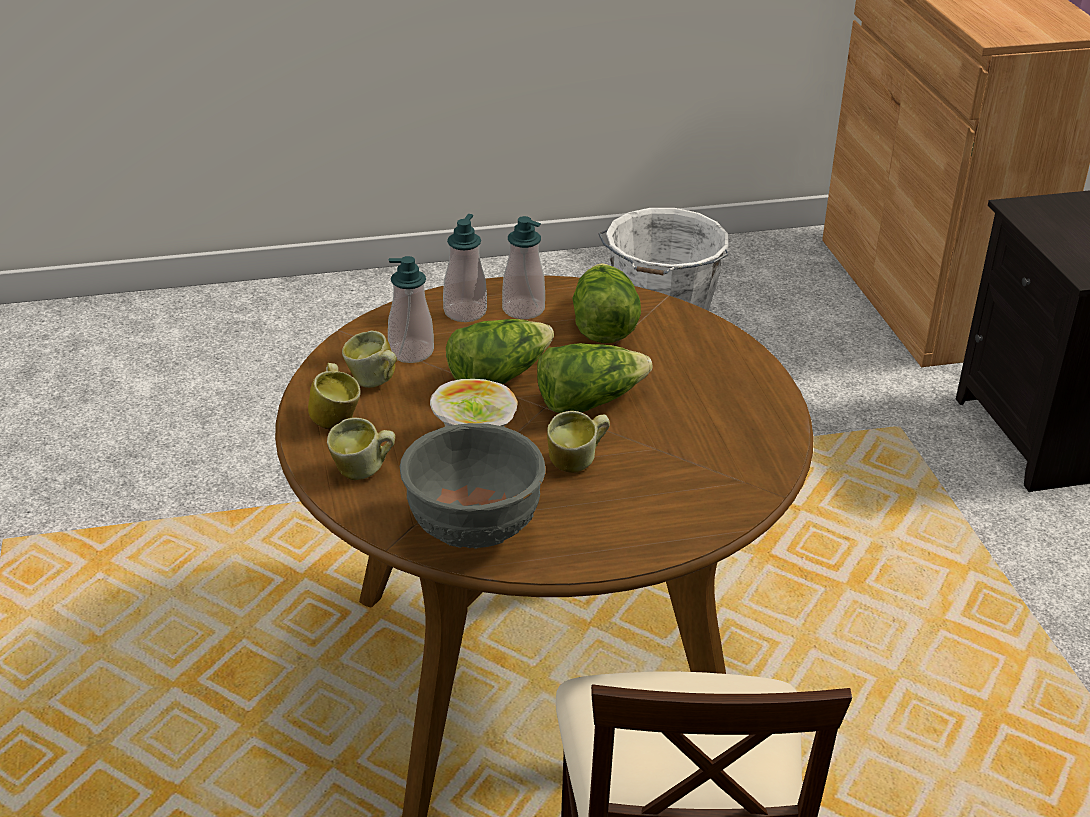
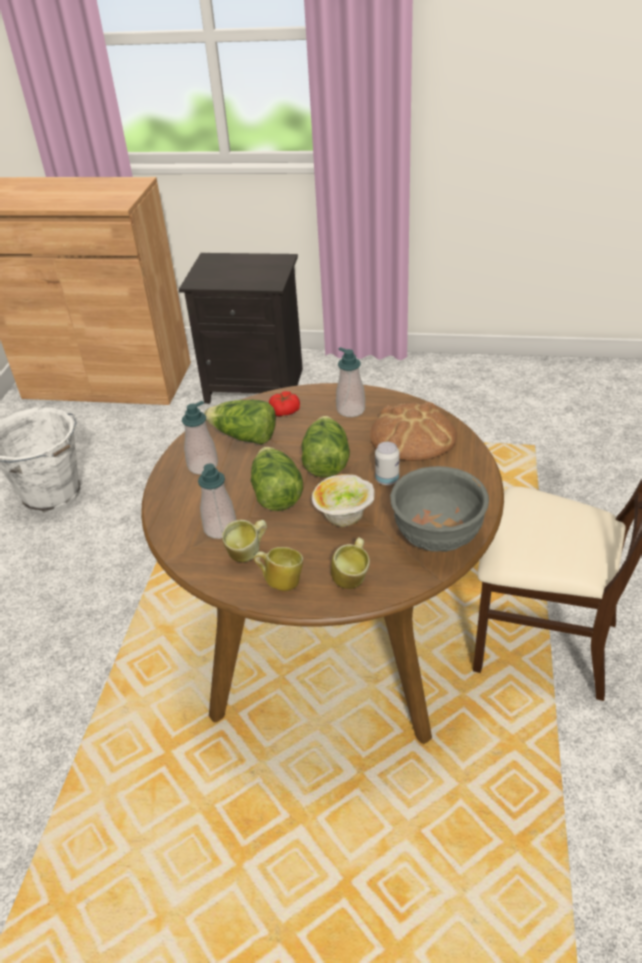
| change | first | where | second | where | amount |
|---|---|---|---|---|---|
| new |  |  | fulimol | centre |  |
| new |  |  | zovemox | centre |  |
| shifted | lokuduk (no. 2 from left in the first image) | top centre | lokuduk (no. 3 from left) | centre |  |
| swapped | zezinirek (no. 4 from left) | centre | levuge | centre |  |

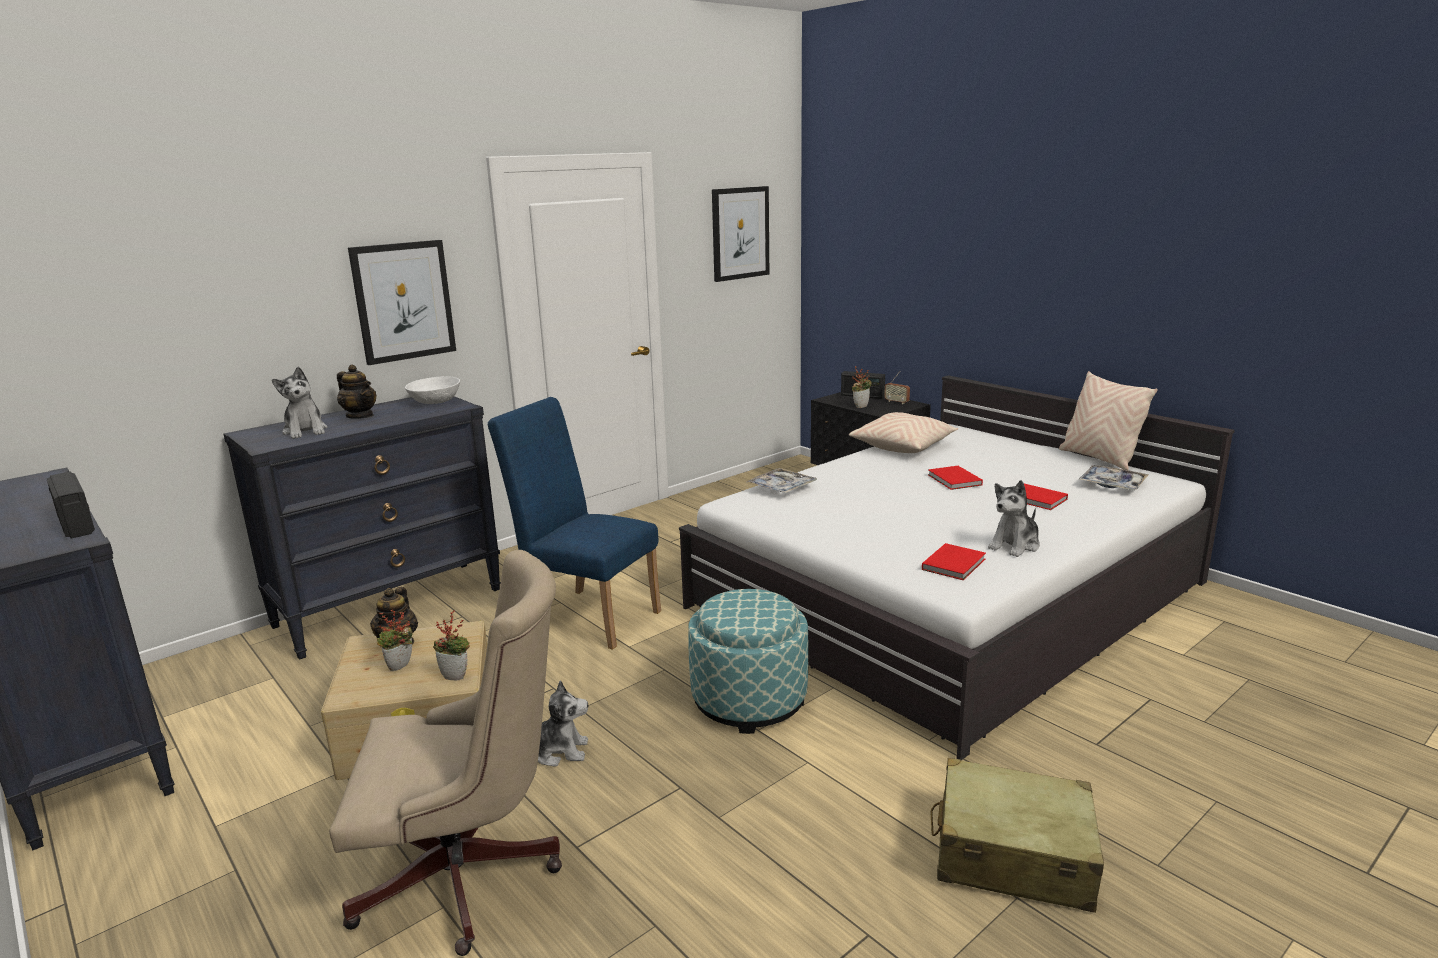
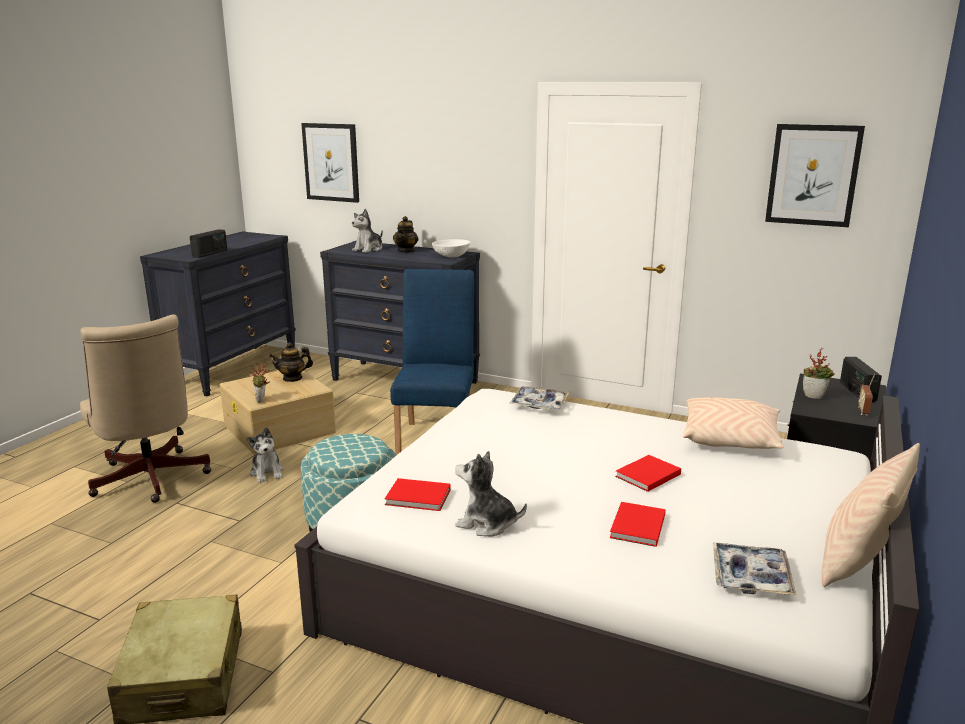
| change | first | where | second | where | amount |
|---|---|---|---|---|---|
| gone | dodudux (no. 1 from left) | bottom left |  |  |  |
| shifted | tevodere (no. 1 from left) | top left |  | top centre |  |

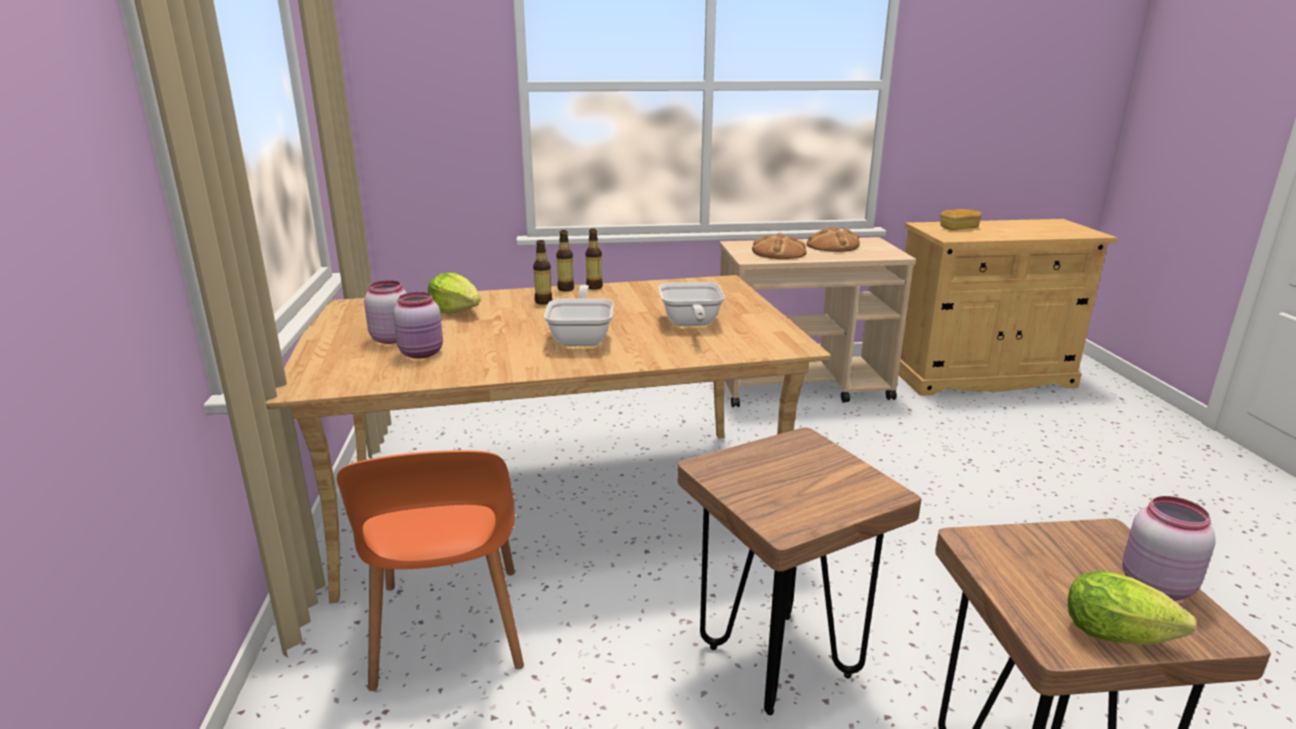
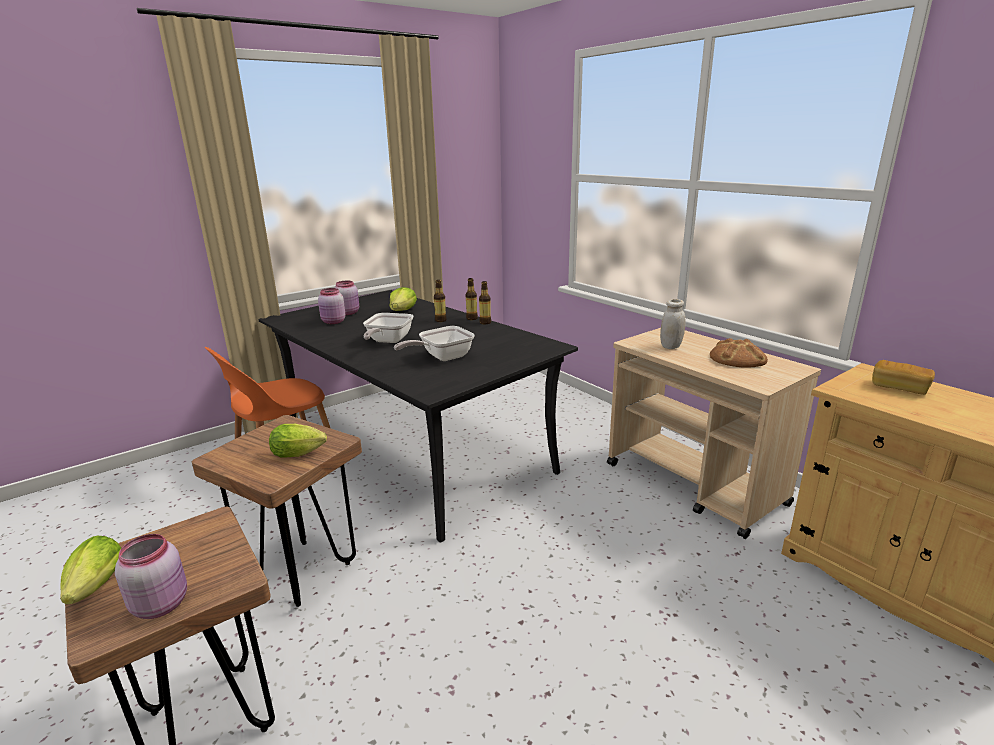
| change | first | where | second | where | amount |
|---|---|---|---|---|---|
| new |  |  | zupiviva (no. 2 from left) | middle left |  |
| swapped | zovemox (no. 1 from left) | centre | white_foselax | middle right |  |
| repainted | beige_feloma | centre | black_feloma | centre |  |
| rotated | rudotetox (no. 1 from left) | centre |  | centre | 135 degrees clockwise |

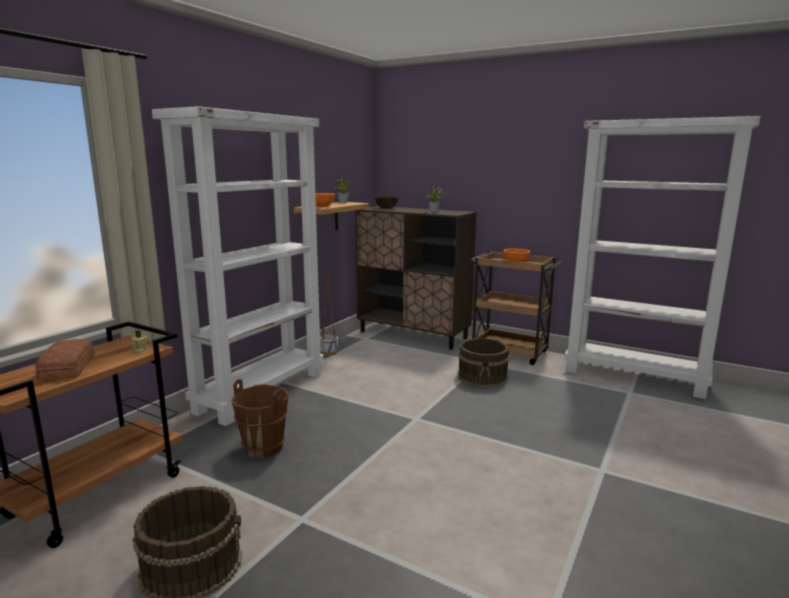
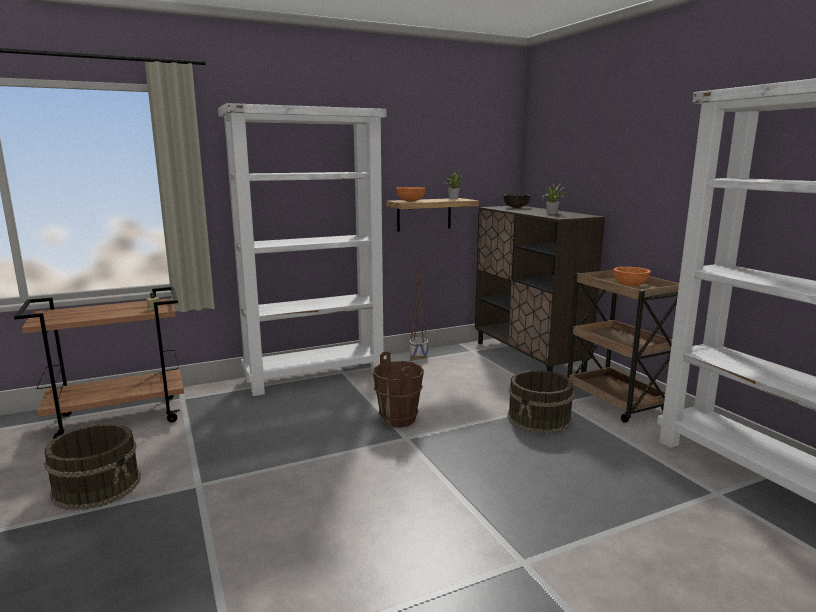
| change | first | where | second | where | amount |
|---|---|---|---|---|---|
| gone | zovemox | middle left |  |  |  |
| shifted | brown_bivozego (no. 2 from left) | bottom left |  | centre |  |

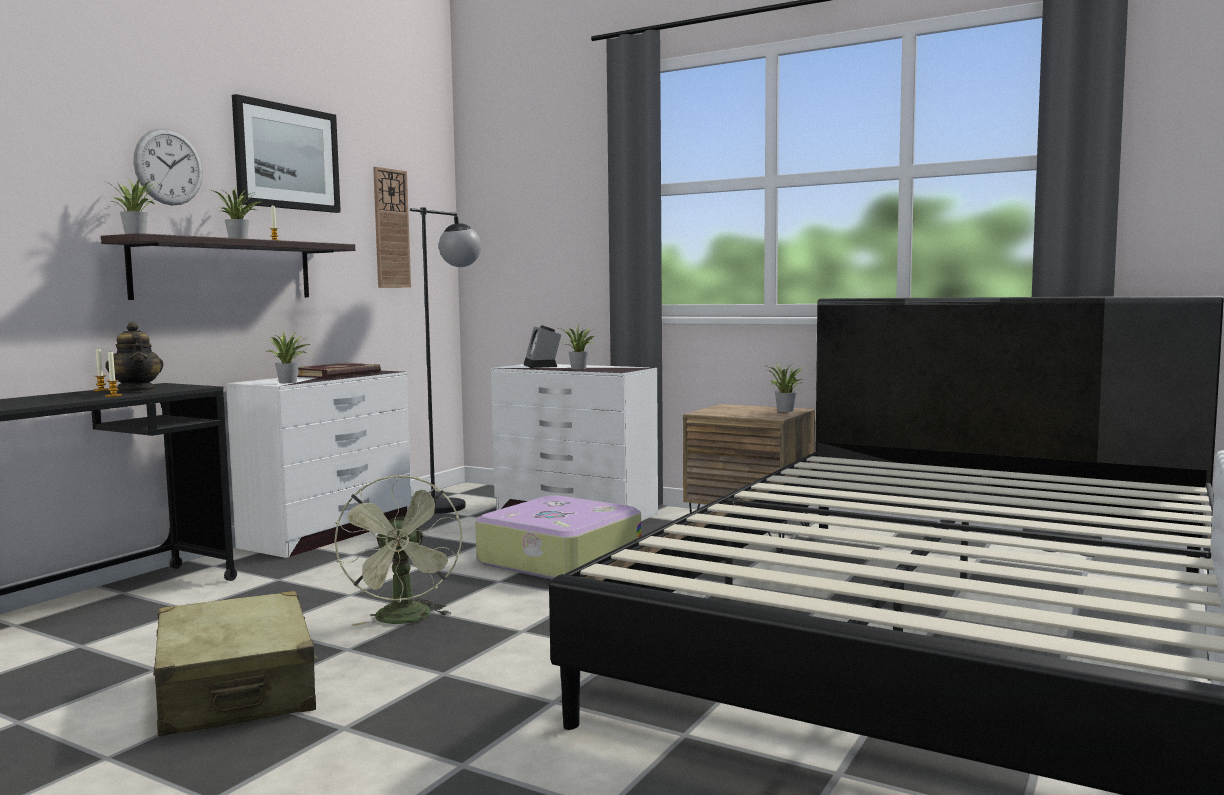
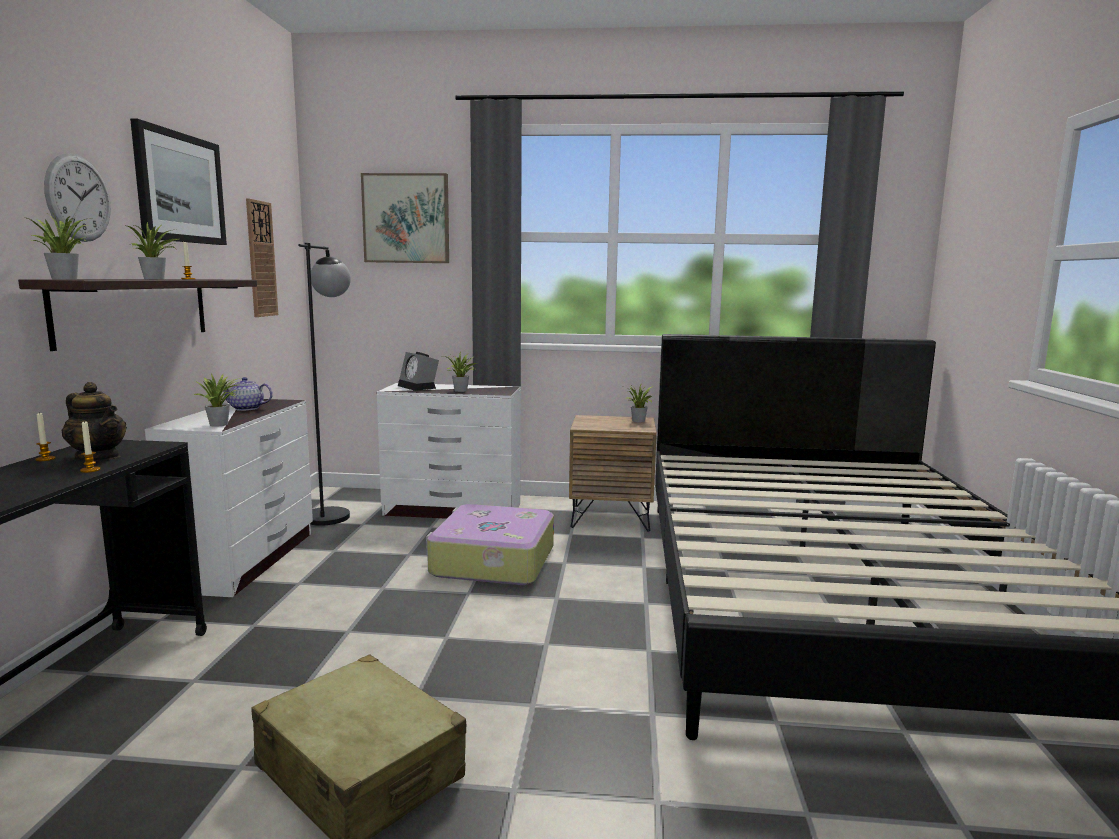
| change | first | where | second | where | amount |
|---|---|---|---|---|---|
| gone | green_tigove | bottom left |  |  |  |
| new |  |  | tevodere (no. 2 from left) | top centre |  |
| swapped | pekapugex | middle left | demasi (no. 2 from left) | middle left |  |

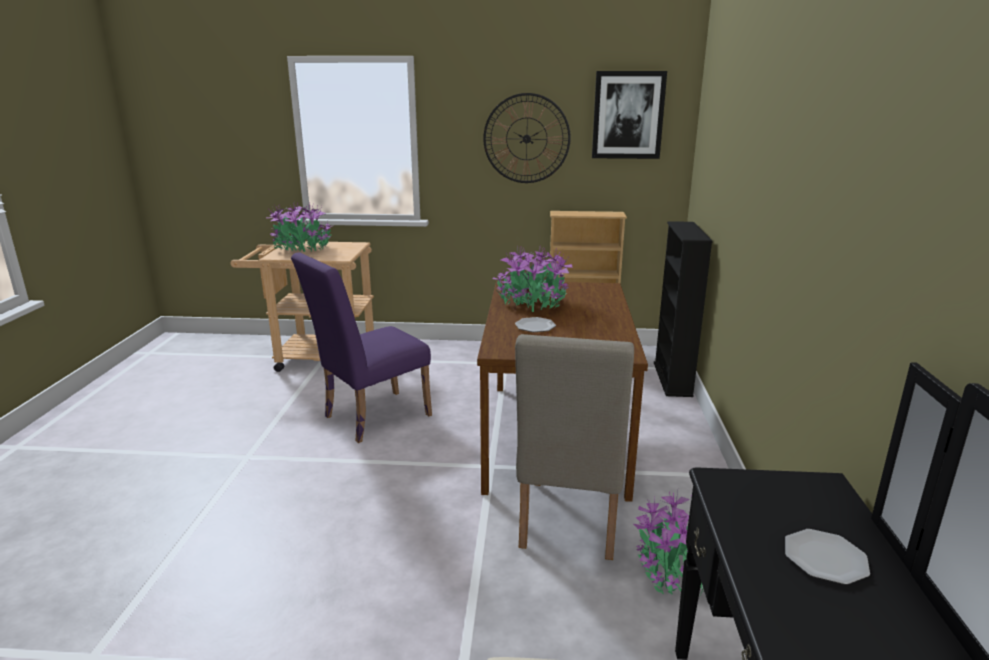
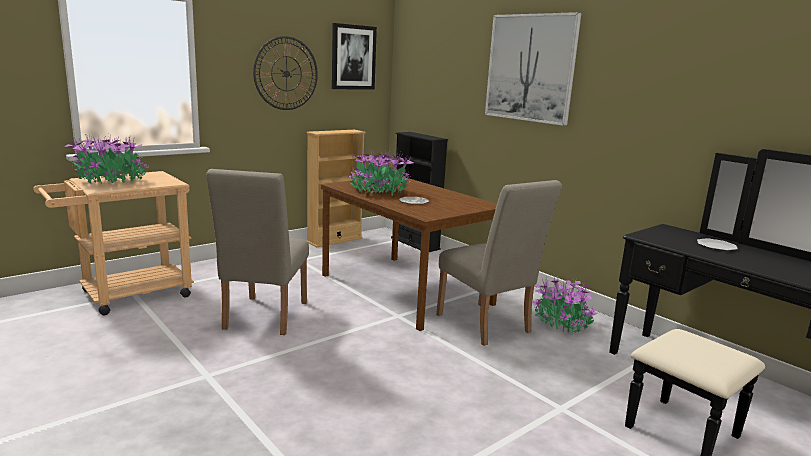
| change | first | where | second | where | amount |
|---|---|---|---|---|---|
| new |  |  | tevodere (no. 2 from left) | top centre |  |
| repainted | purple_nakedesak | centre | beige_nakedesak (no. 1 from left) | middle left |  |

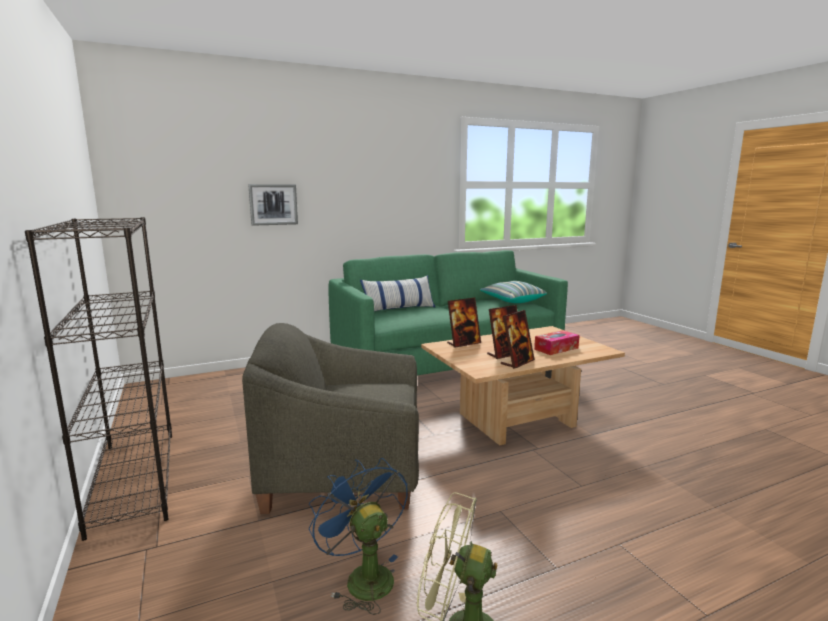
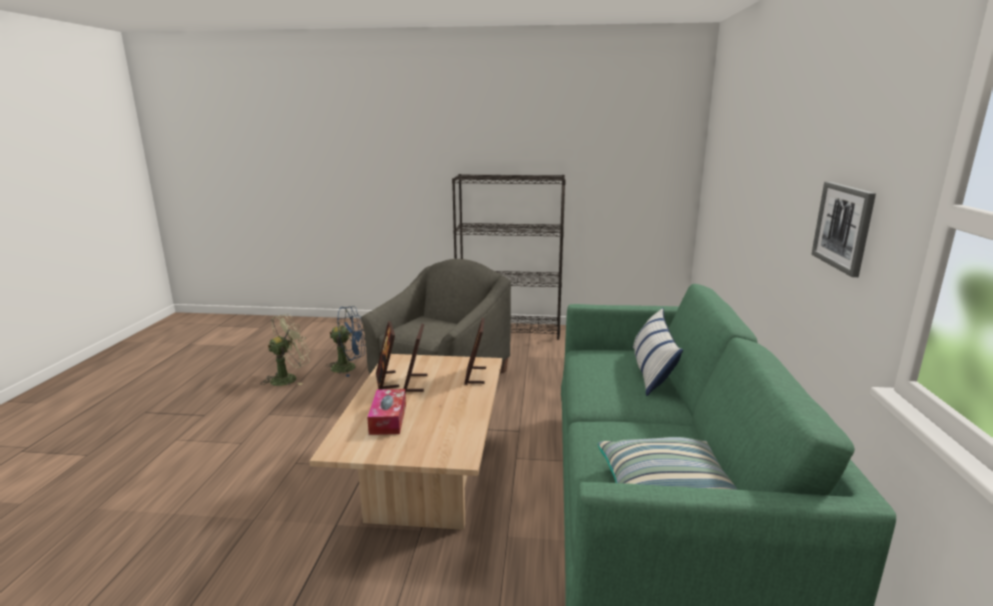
| change | first | where | second | where | amount |
|---|---|---|---|---|---|
| shifted | tevodere | top left |  | middle right |  |

